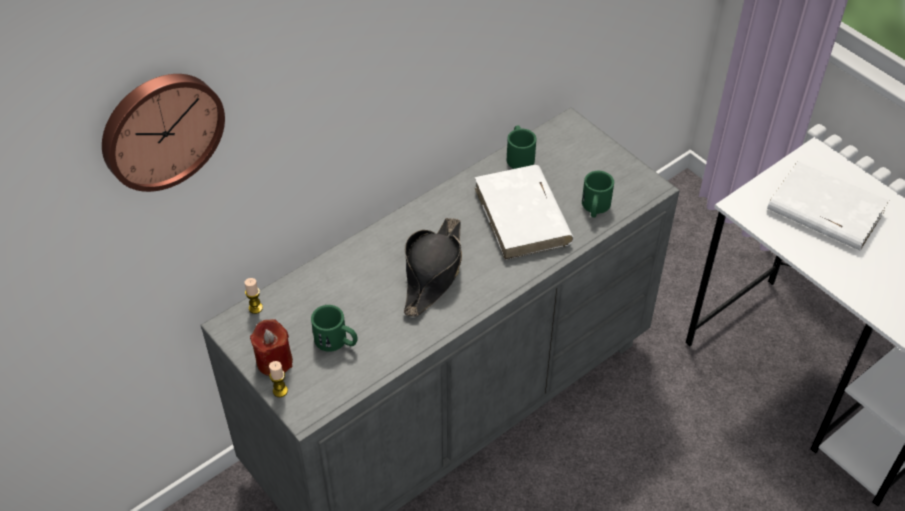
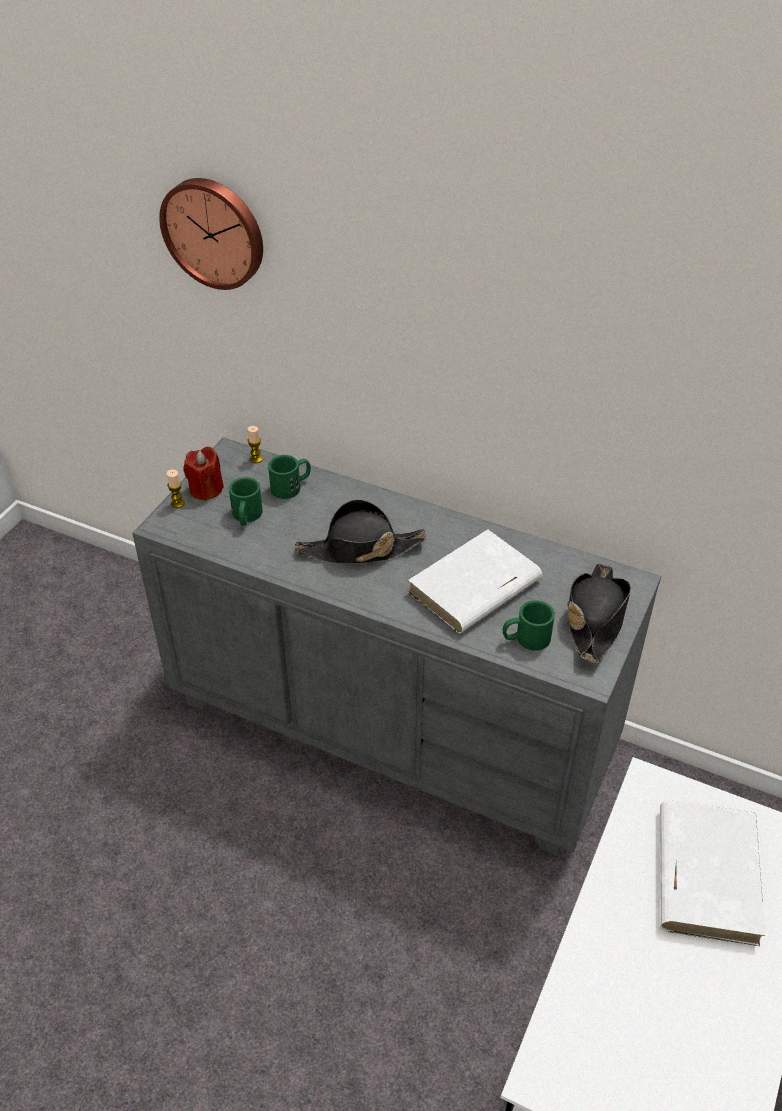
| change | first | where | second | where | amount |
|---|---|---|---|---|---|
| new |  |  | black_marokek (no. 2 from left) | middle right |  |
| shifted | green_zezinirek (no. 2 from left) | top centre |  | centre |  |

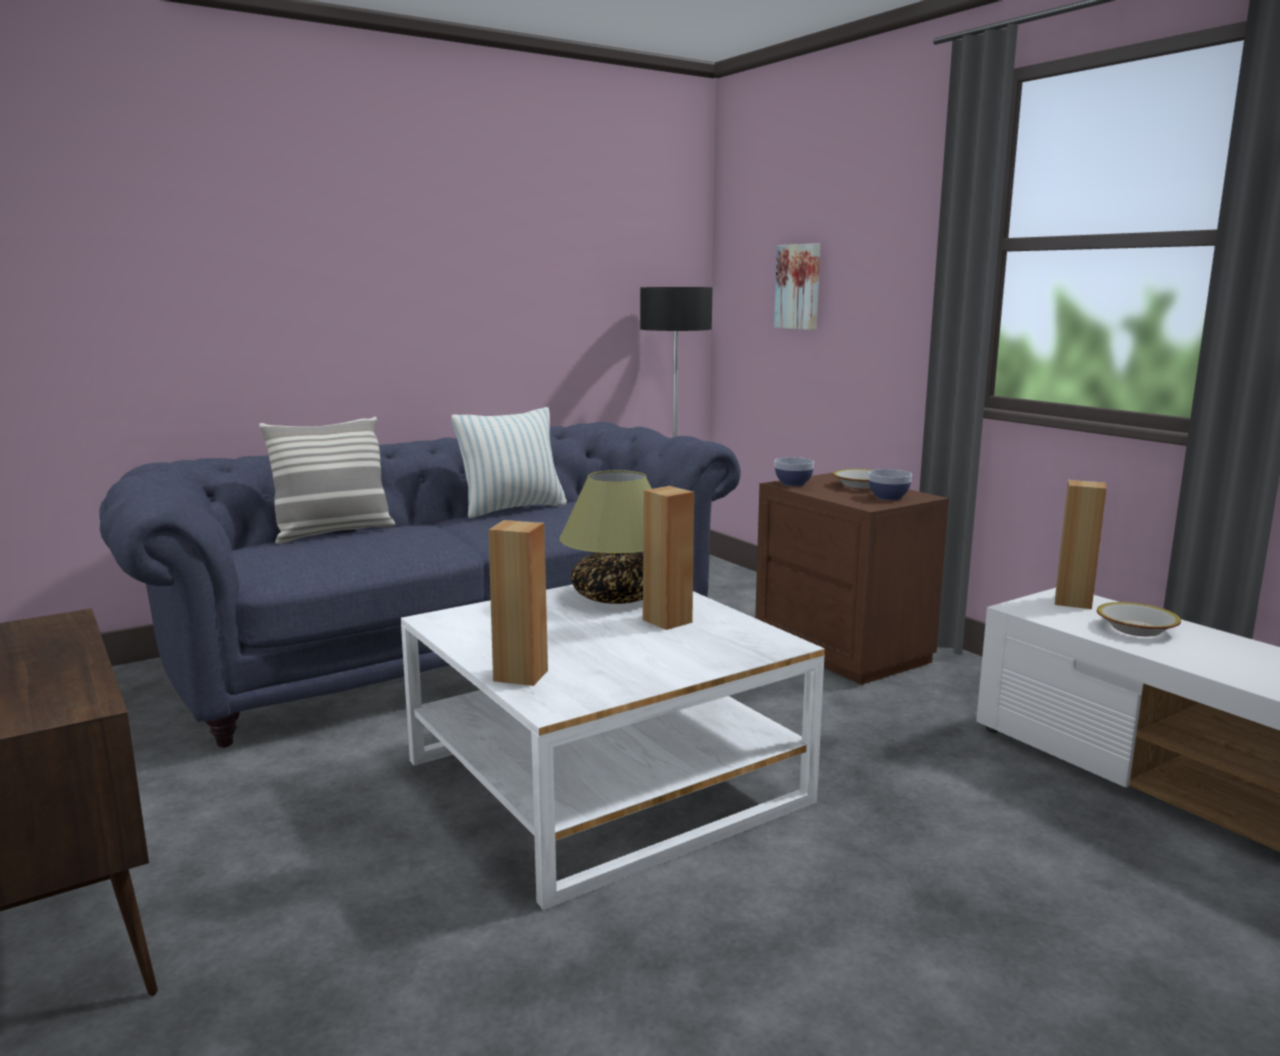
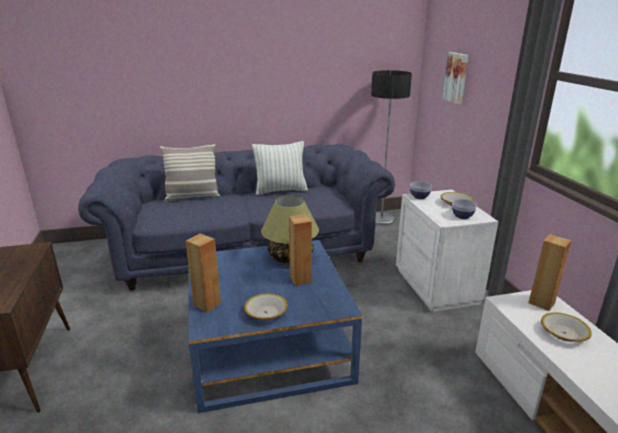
| change | first | where | second | where | amount |
|---|---|---|---|---|---|
| new |  |  | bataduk (no. 1 from left) | bottom centre |  |
| repainted | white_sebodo | bottom centre | blue_sebodo | bottom centre |  |
| repainted | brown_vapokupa | centre | white_vapokupa | middle right |  |

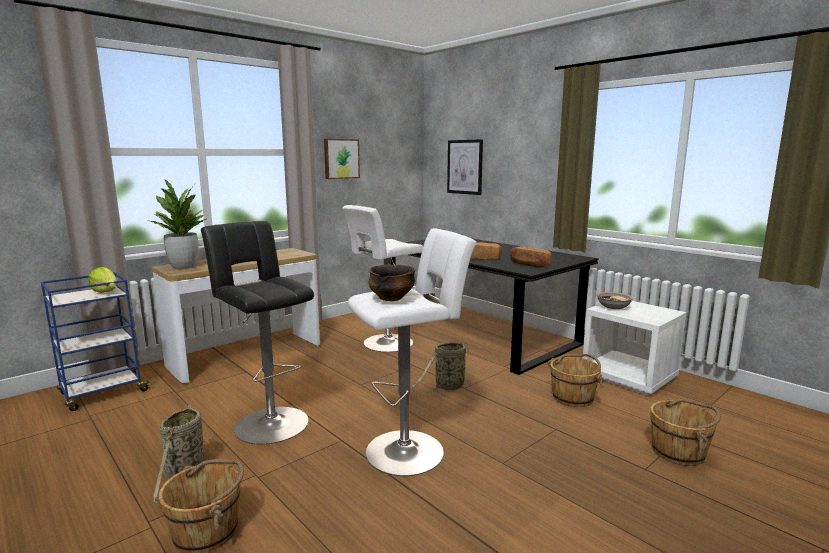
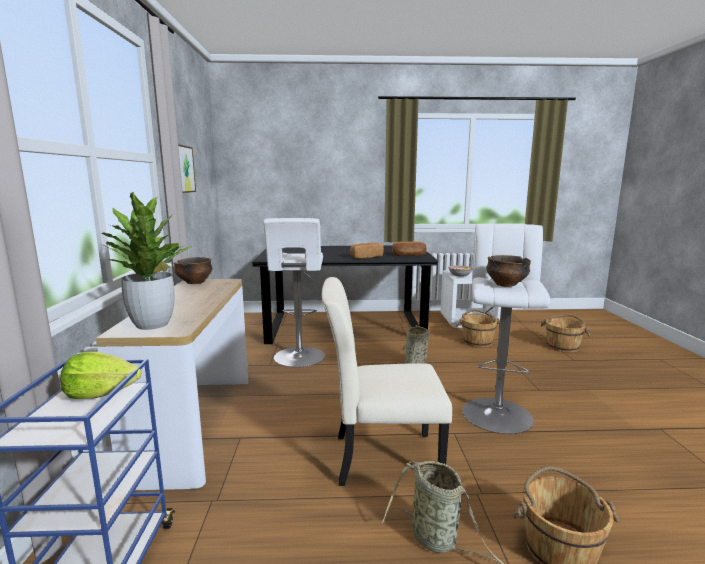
| change | first | where | second | where | amount |
|---|---|---|---|---|---|
| gone | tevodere (no. 2 from left) | top centre |  |  |  |
| new |  |  | bataduk (no. 1 from left) | middle left |  |
| swapped | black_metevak | middle left | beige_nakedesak | bottom centre |  |

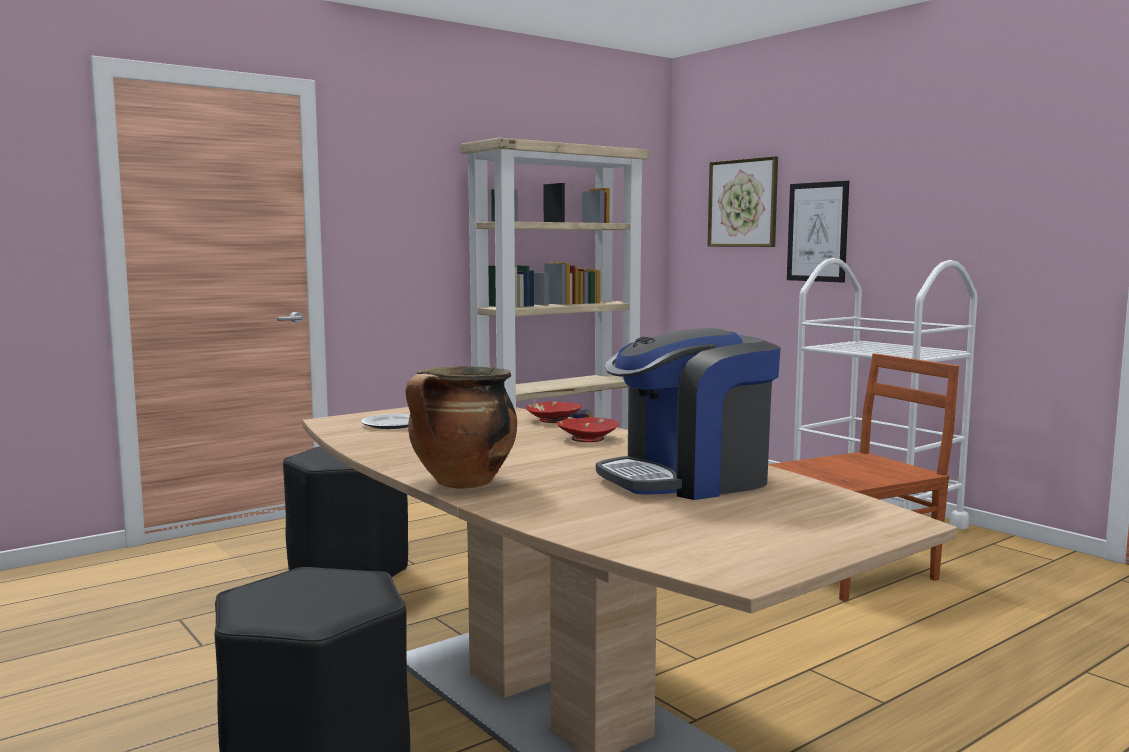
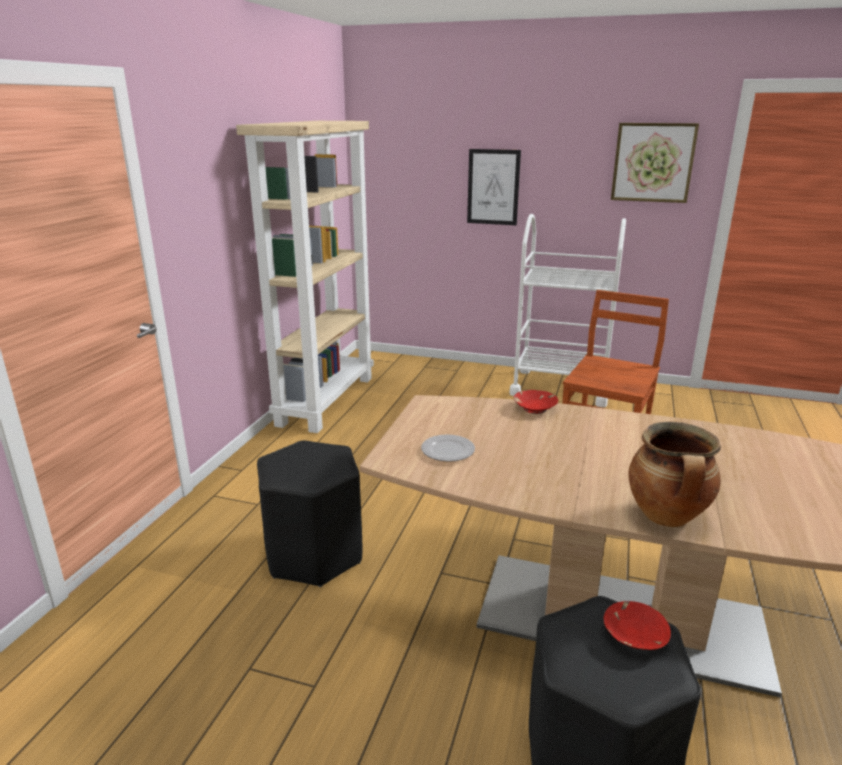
| change | first | where | second | where | amount |
|---|---|---|---|---|---|
| gone | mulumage | centre |  |  |  |
| shifted | red_bataduk (no. 2 from left) | centre |  | bottom right |  |
| shifted | tevodere (no. 1 from left in the first image) | top centre | tevodere (no. 2 from left) | top right |  |

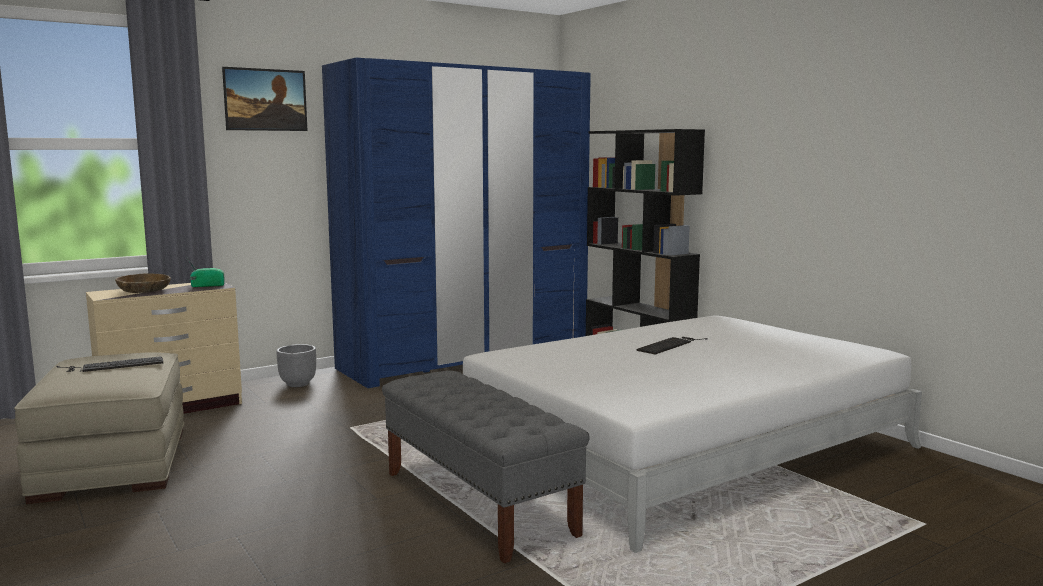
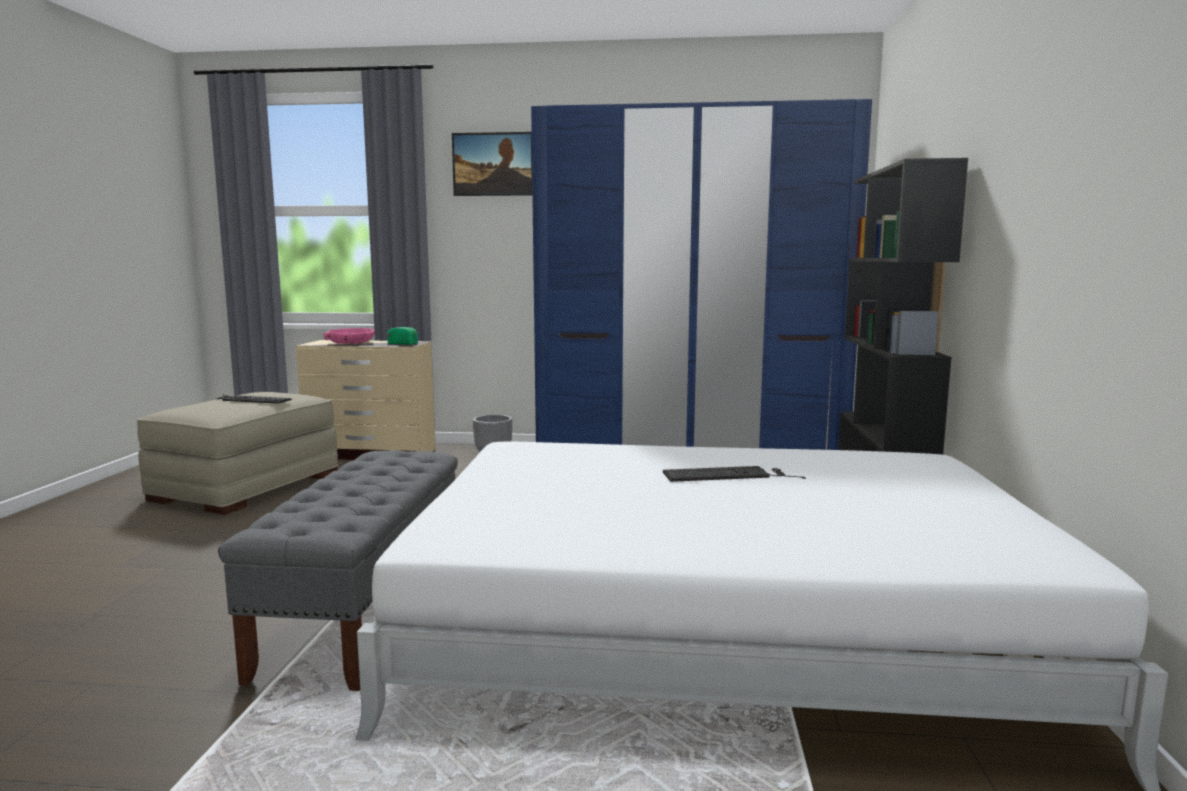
| change | first | where | second | where | amount |
|---|---|---|---|---|---|
| repainted | brown_bataduk | middle left | pink_bataduk | middle left |  |

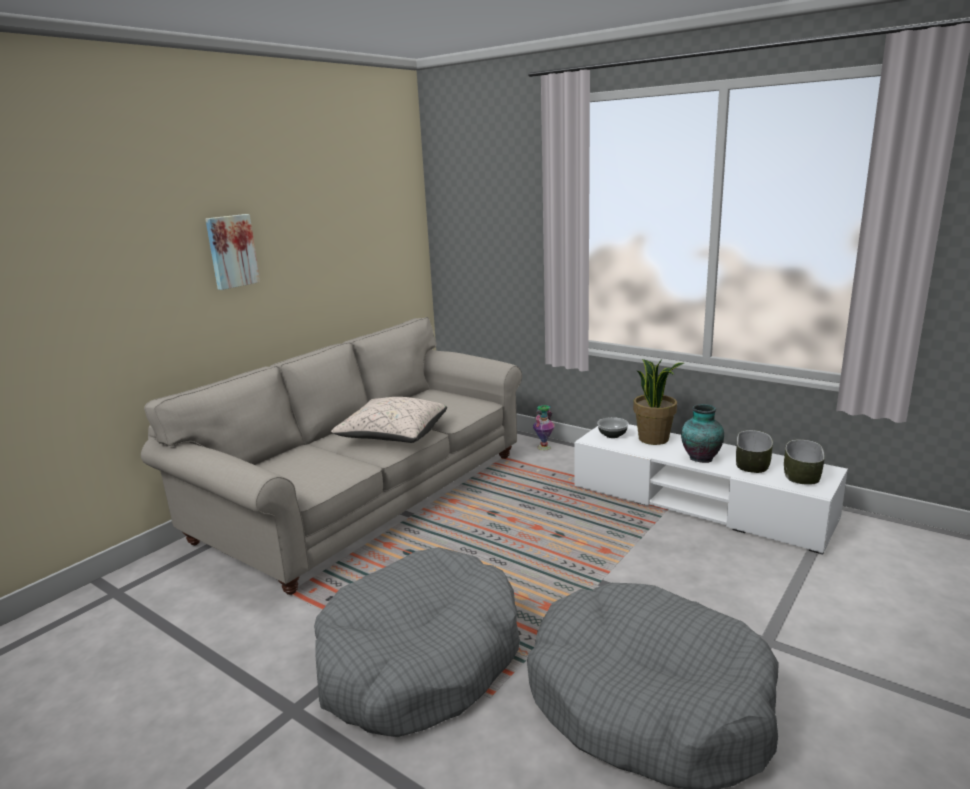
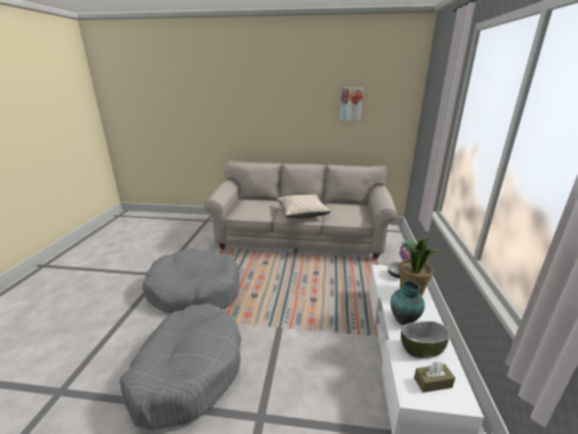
| change | first | where | second | where | amount |
|---|---|---|---|---|---|
| shifted | tevodere | top left |  | top centre |  |
| swapped | bataduk (no. 3 from left) | middle right | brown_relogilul | bottom right |  |

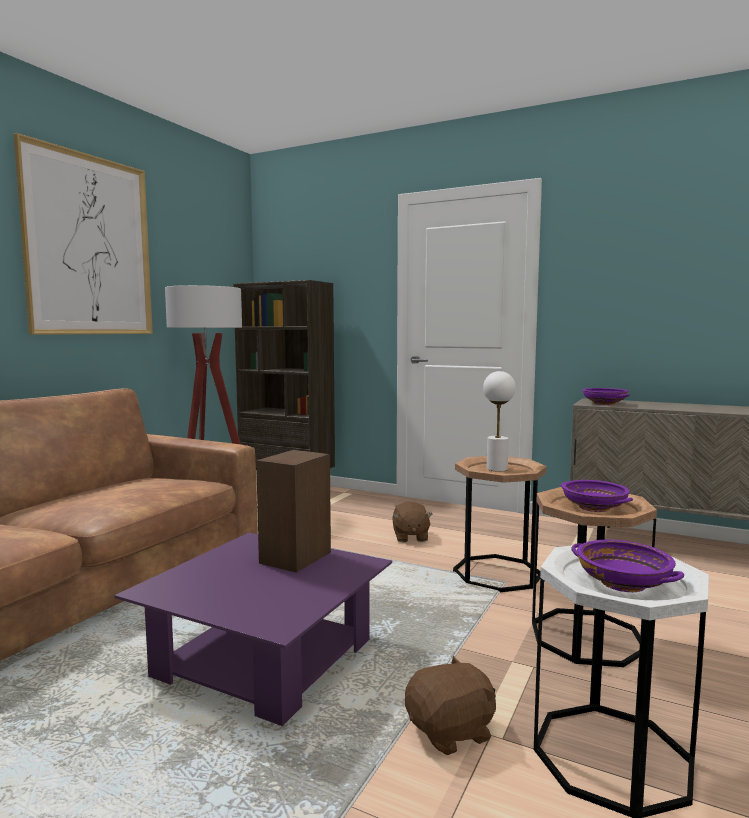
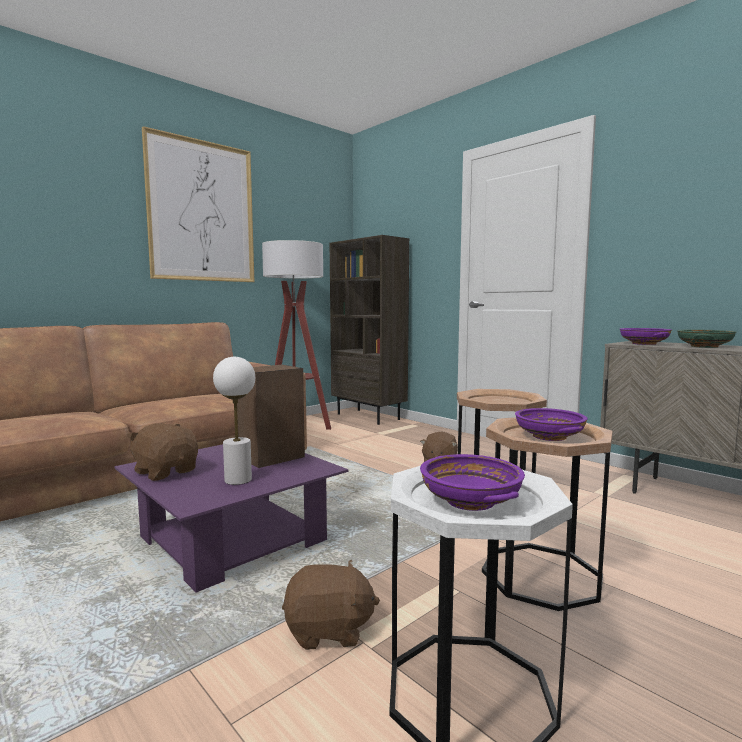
| change | first | where | second | where | amount |
|---|---|---|---|---|---|
| new |  |  | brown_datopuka (no. 1 from left) | middle left |  |
| new |  |  | green_bataduk | middle right |  |
| shifted | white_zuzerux | centre |  | middle left |  |

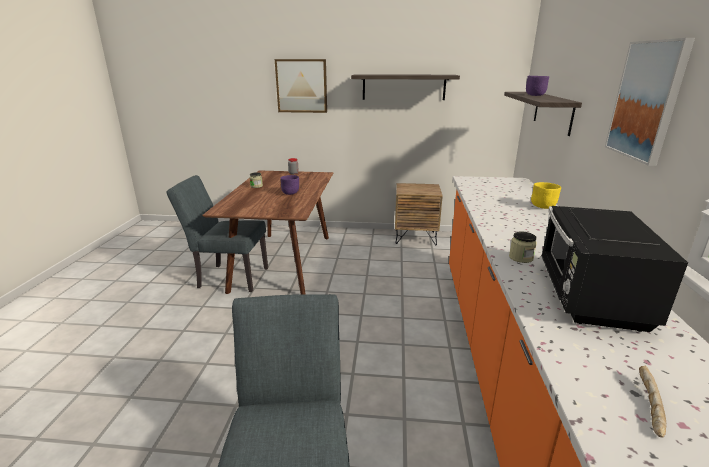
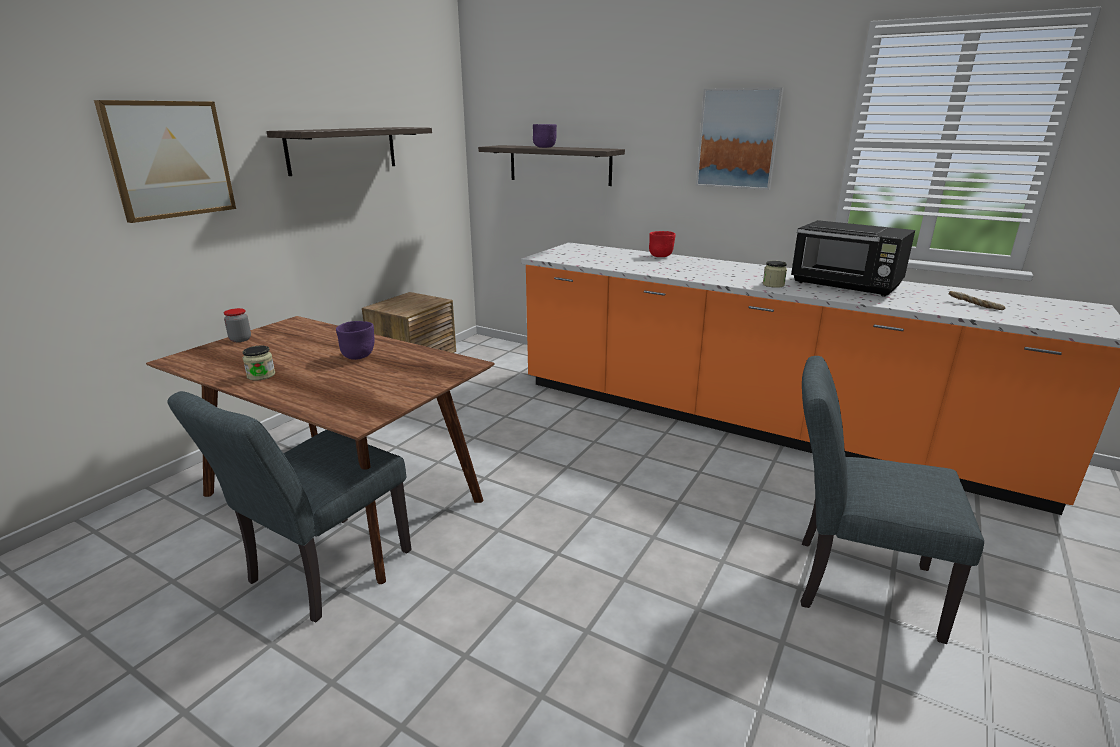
| change | first | where | second | where | amount |
|---|---|---|---|---|---|
| repainted | yellow_bataduk | middle right | red_bataduk | top centre |  |

